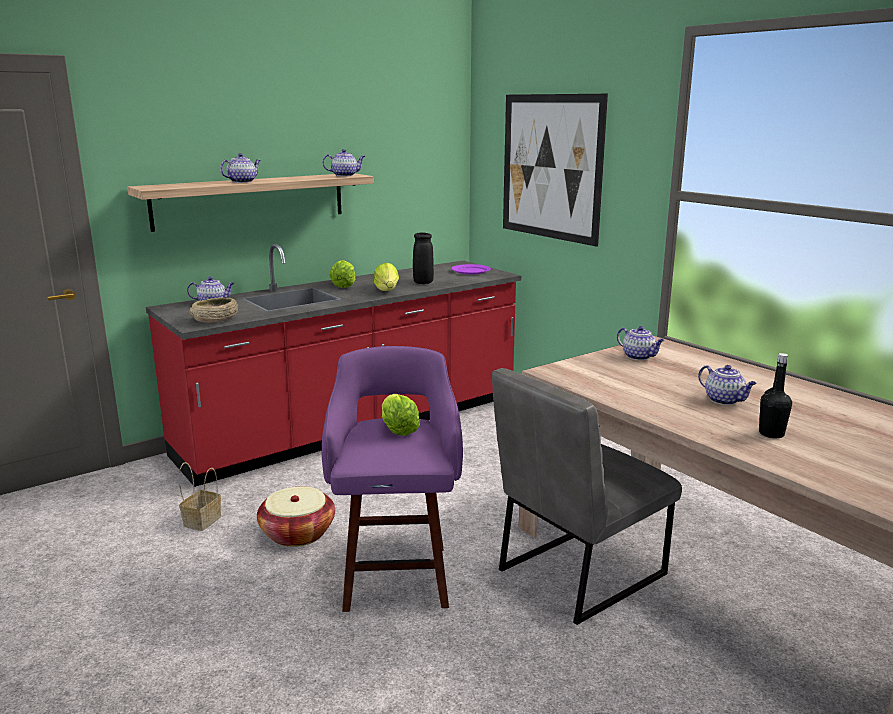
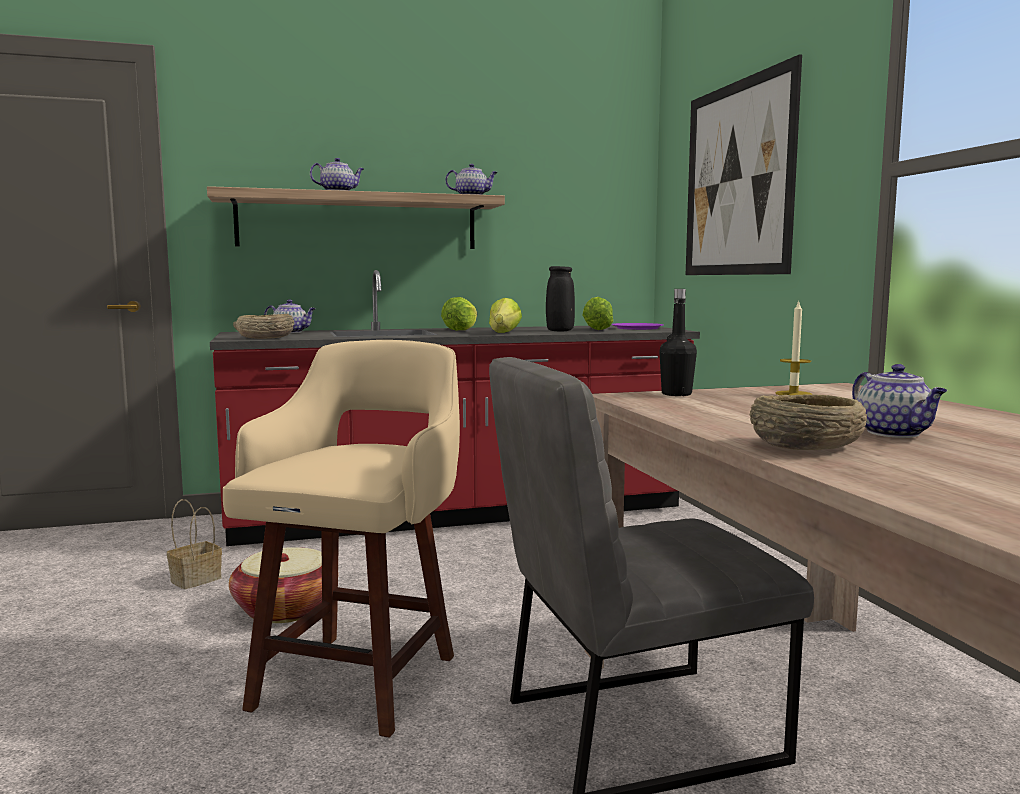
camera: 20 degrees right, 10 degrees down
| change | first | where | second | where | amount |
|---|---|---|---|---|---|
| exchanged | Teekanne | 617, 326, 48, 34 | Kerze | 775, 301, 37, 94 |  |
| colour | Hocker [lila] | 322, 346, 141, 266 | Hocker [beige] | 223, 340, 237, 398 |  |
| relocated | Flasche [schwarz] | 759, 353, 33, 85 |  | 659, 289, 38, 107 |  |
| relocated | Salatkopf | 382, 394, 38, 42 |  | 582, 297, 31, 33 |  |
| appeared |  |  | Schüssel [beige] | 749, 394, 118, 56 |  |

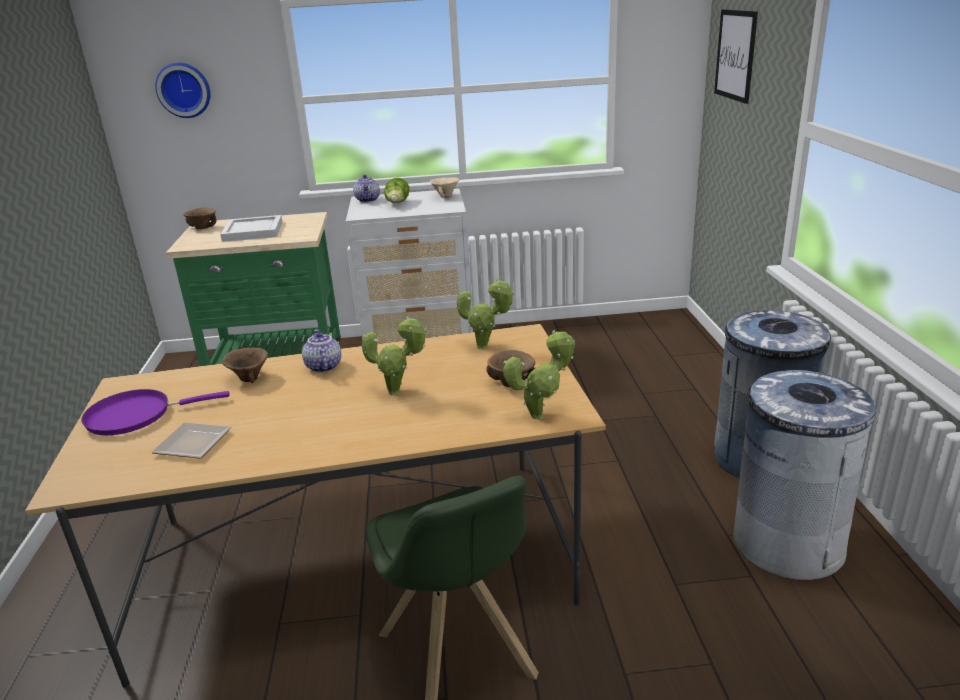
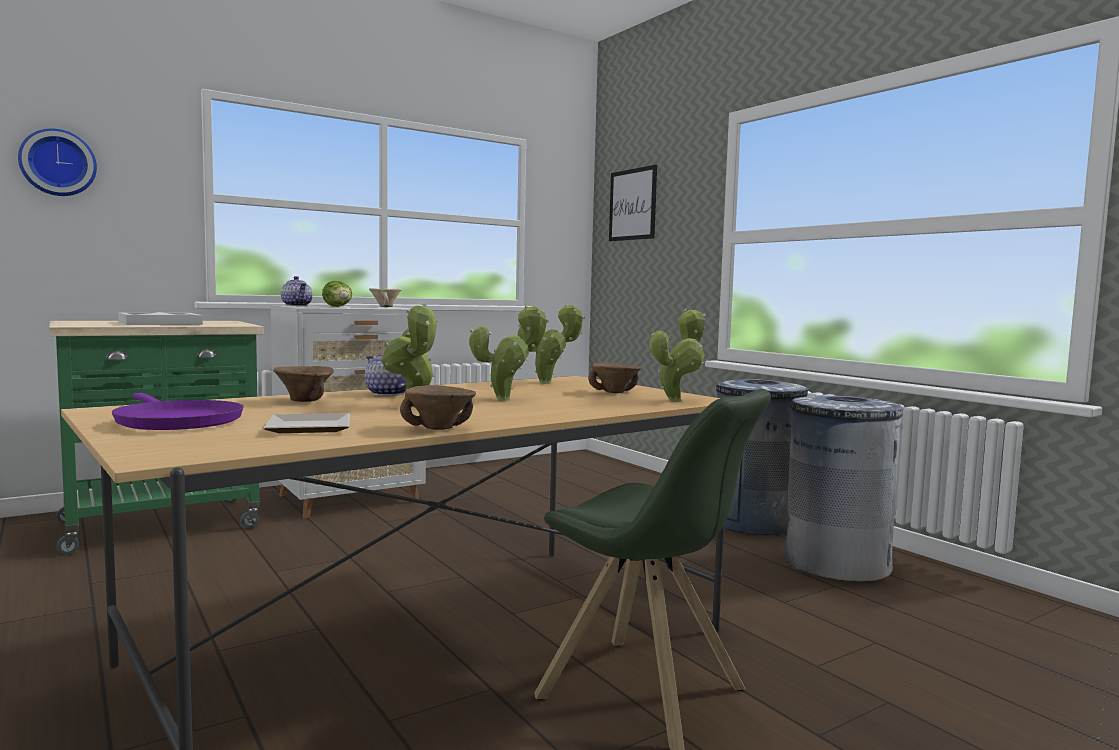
camera: 30 degrees left, 20 degrees down
| change | first | where | second | where | amount |
|---|---|---|---|---|---|
| relocated | Schüssel [braun] | 183, 208, 34, 21 |  | 400, 385, 76, 45 |  |
| spun | Pfanne [lila] | 81, 389, 148, 46 |  | 112, 393, 132, 37 | 90 degrees counterclockwise |
| appeared |  |  | Topfpflanze | 382, 304, 55, 103 |  |

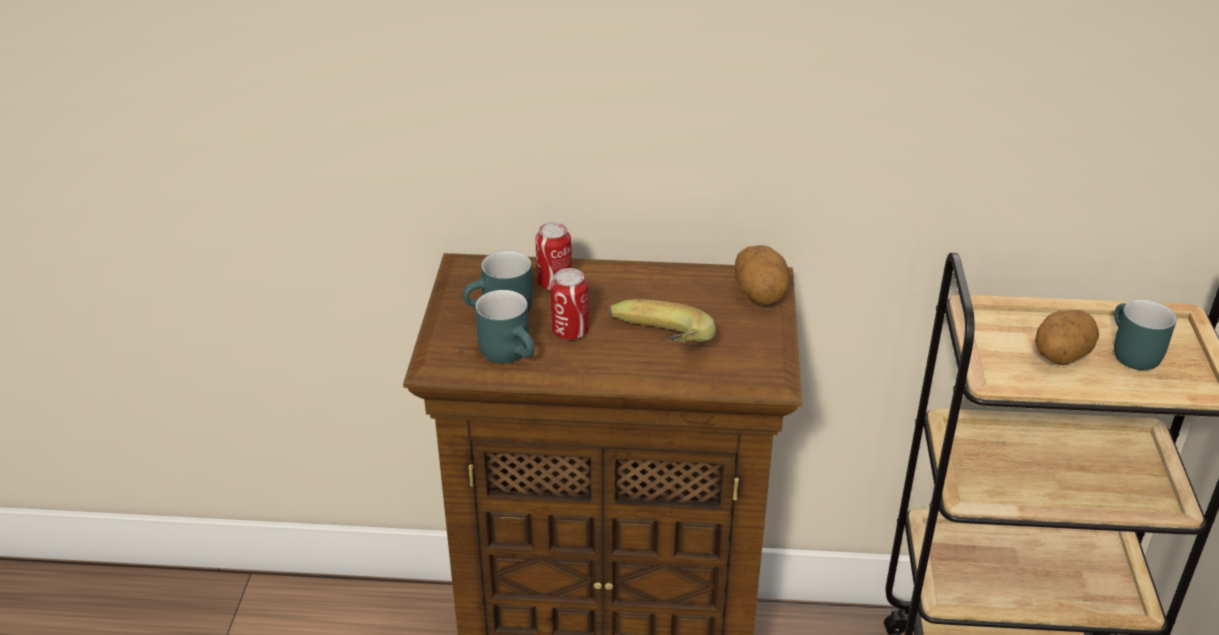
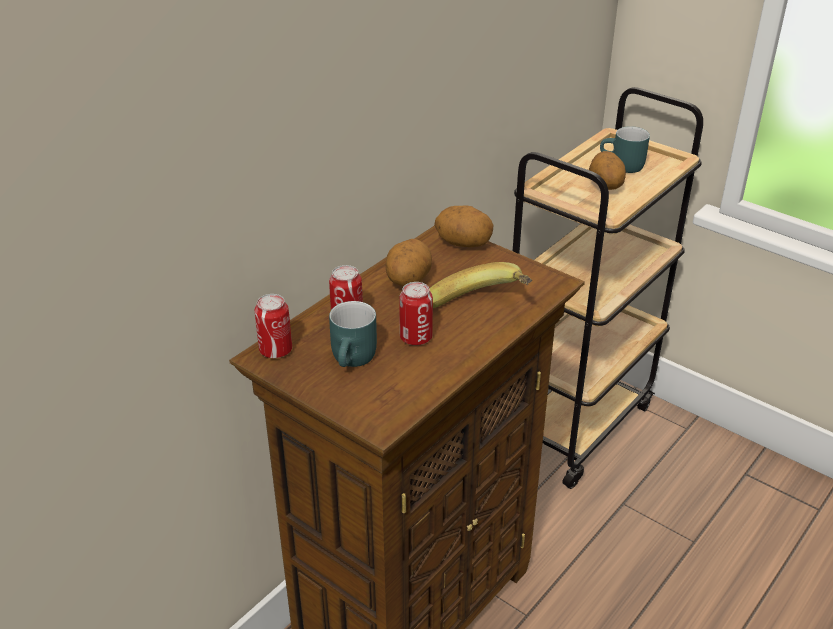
camera: 55 degrees left, 0 degrees up
| change | first | where | second | where | amount |
|---|---|---|---|---|---|
| missing | Henkelbecher [türkis] | 475, 290, 59, 73 |  |  |  |
| appeared |  |  | Kartoffel | 386, 239, 46, 47 |  |
| appeared |  |  | Dose | 255, 294, 37, 64 |  |

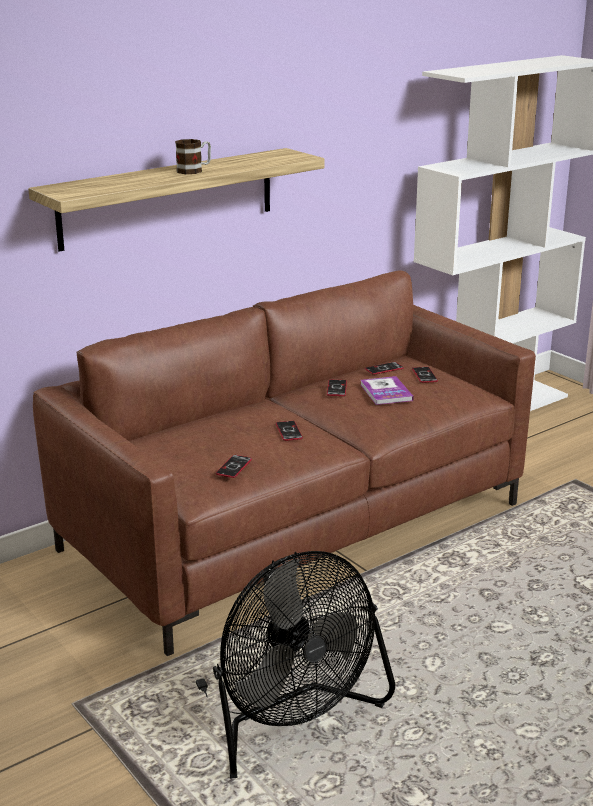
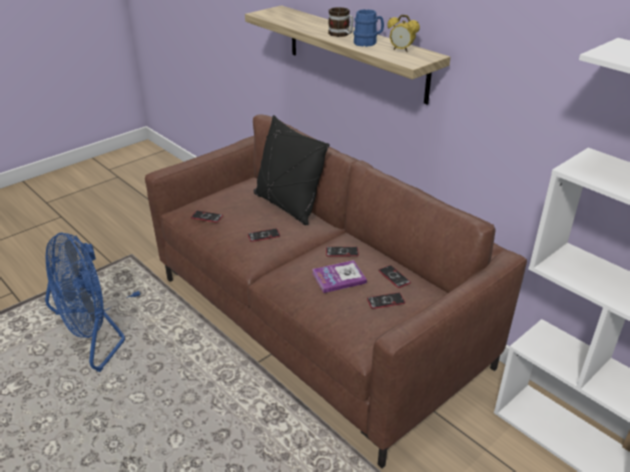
camera: 85 degrees right, 10 degrees up
| change | first | where | second | where | amount |
|---|---|---|---|---|---|
| colour | Ventilator [schwarz] | 196, 551, 199, 227 | Ventilator [blau] | 45, 233, 97, 139 |  |
| appeared |  |  | Henkelbecher [blau] | 353, 9, 31, 38 |  |
| appeared |  |  | Wecker | 387, 15, 33, 37 |  |
| appeared |  |  | Kissen [schwarz] | 253, 115, 77, 111 |  |

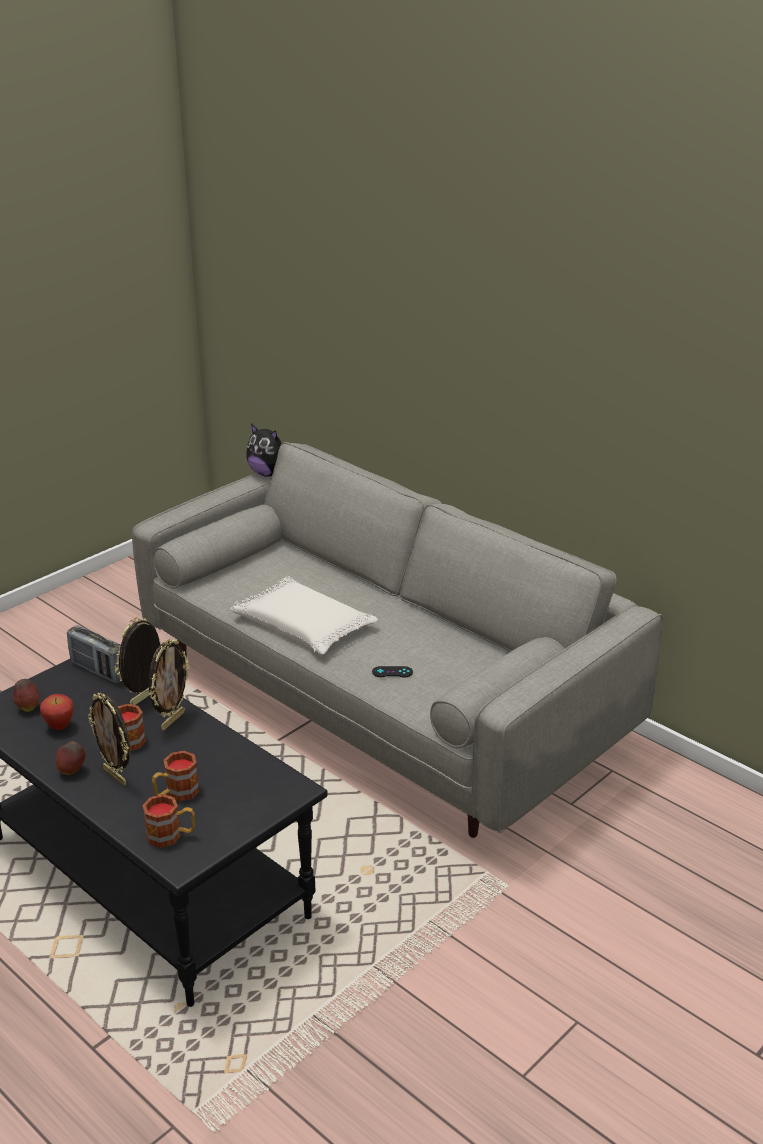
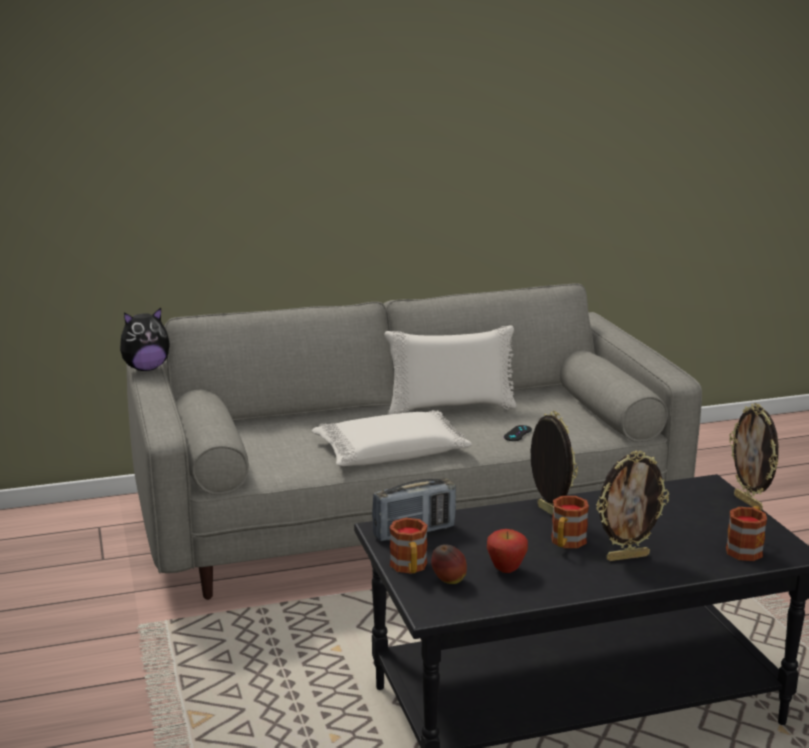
camera: 60 degrees left, 10 degrees down
| change | first | where | second | where | amount |
|---|---|---|---|---|---|
| relocated | Bilderrahmen | 115, 617, 46, 88 |  | 729, 403, 50, 108 |  |
| missing | Apfel | 55, 741, 31, 34 |  |  |  |
| relocated | Henkelbecher | 152, 751, 47, 50 |  | 390, 518, 38, 56 |  |
| appeared |  |  | Kissen [weiß] | 384, 325, 133, 90 |  |

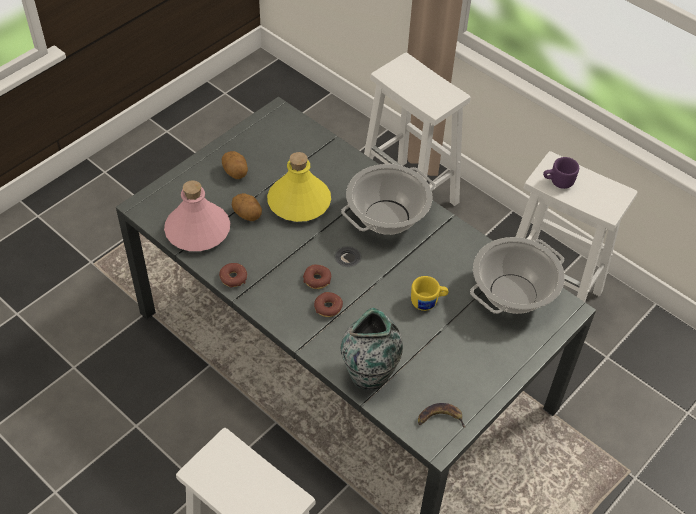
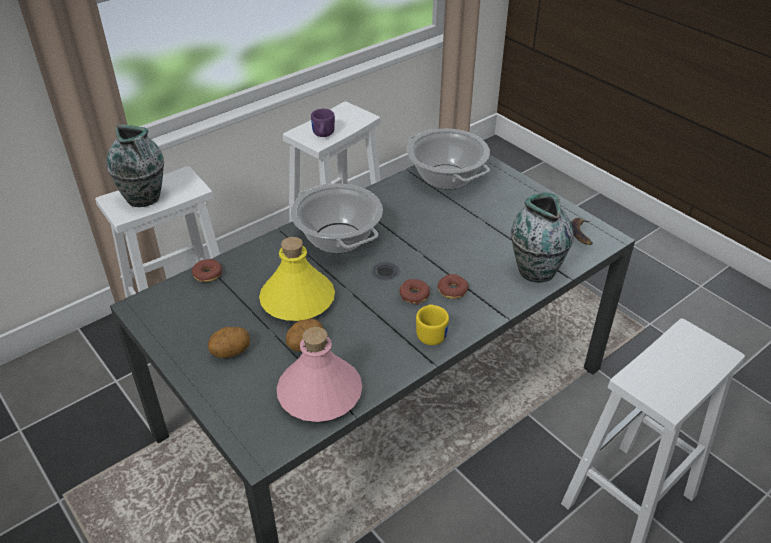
camera: 80 degrees left, 10 degrees down
| change | first | where | second | where | amount |
|---|---|---|---|---|---|
| relocated | Donut | 219, 263, 28, 25 |  | 192, 259, 30, 23 |  |
| relocated | Henkelbecher [gelb] | 411, 276, 38, 35 |  | 416, 304, 33, 41 |  |
| appeared |  |  | Vase | 107, 124, 57, 83 |  |

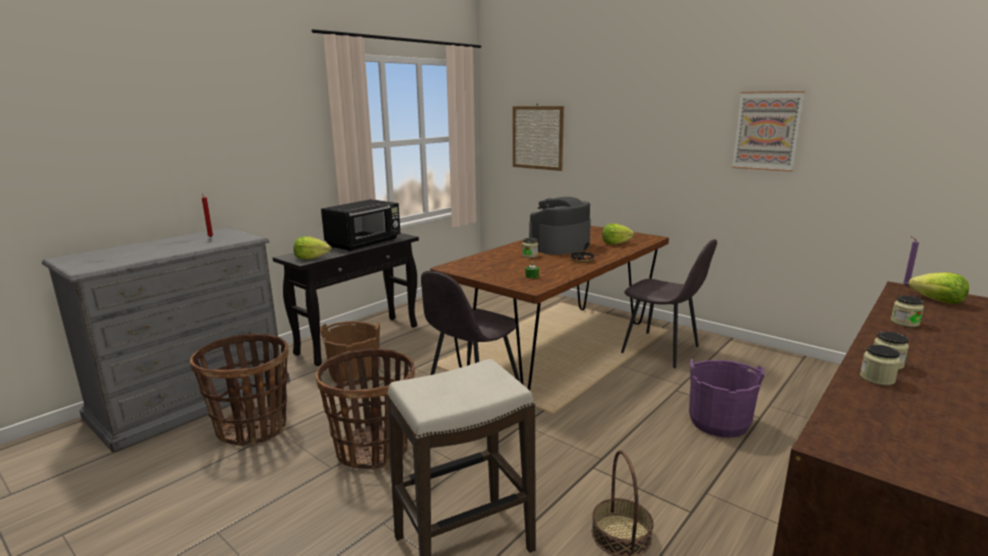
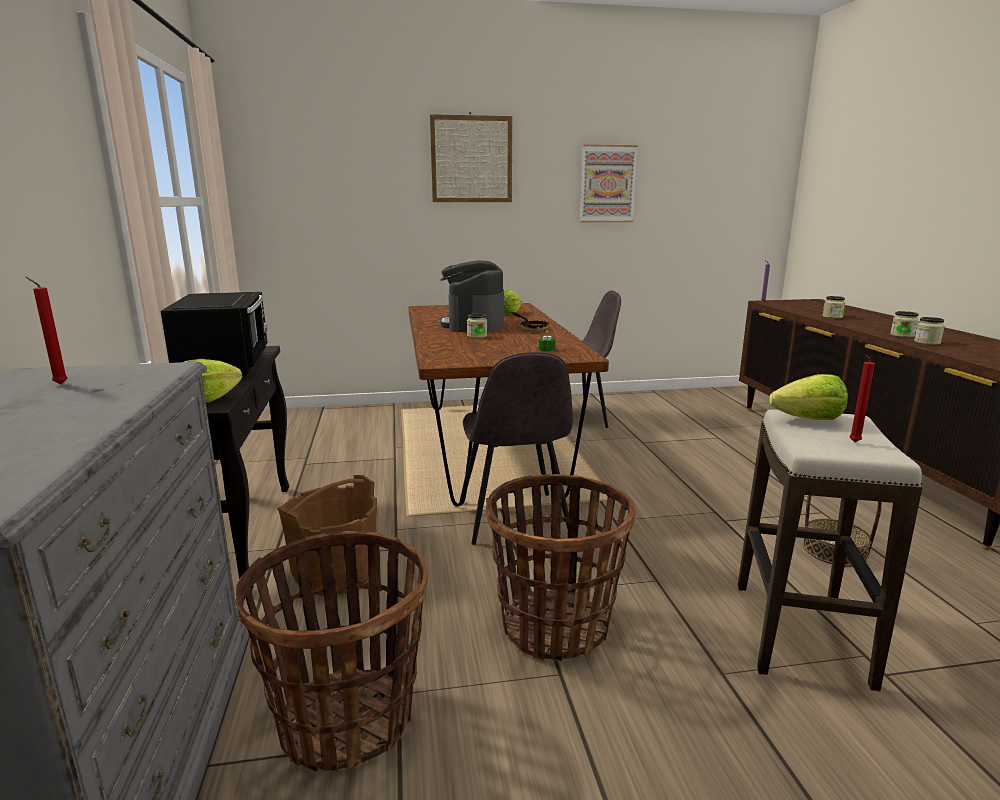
camera: 50 degrees left, 0 degrees up
| change | first | where | second | where | amount |
|---|---|---|---|---|---|
| relocated | Bild | 513, 104, 51, 67 |  | 430, 112, 82, 90 |  |
| relocated | Salatkopf | 908, 272, 61, 32 |  | 769, 374, 79, 46 |  |
| missing | Eimer [lila] | 689, 359, 76, 79 |  |  |  |
| appeared |  |  | Kerze [rot] | 849, 354, 26, 88 |  |

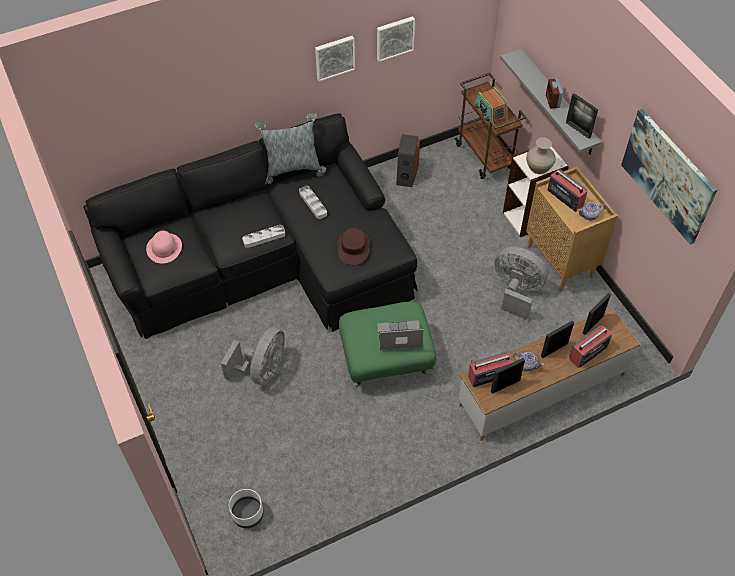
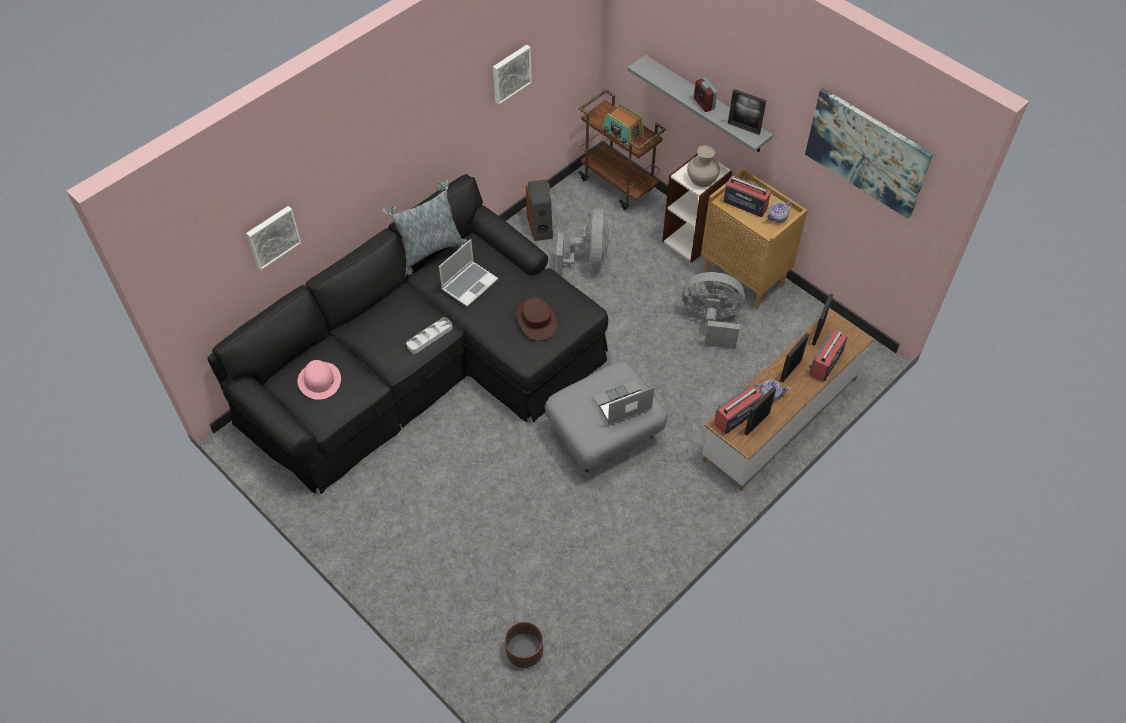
camera: 20 degrees left, 0 degrees up
| change | first | where | second | where | amount |
|---|---|---|---|---|---|
| relocated | Bild | 315, 36, 40, 46 |  | 246, 206, 55, 64 |  |
| exchanged | Tablett [grau] | 299, 186, 28, 33 | Laptop | 439, 239, 59, 68 |  |
| colour | Polsterhocker [grün] | 339, 301, 97, 86 | Polsterhocker [grau] | 545, 362, 123, 113 |  |
| relocated | Ventilator [grau] | 221, 328, 64, 57 |  | 556, 208, 54, 68 |  |
| colour | Pflanzkübel [weiß] | 229, 489, 35, 39 | Pflanzkübel [braun] | 505, 622, 38, 46 |  |

